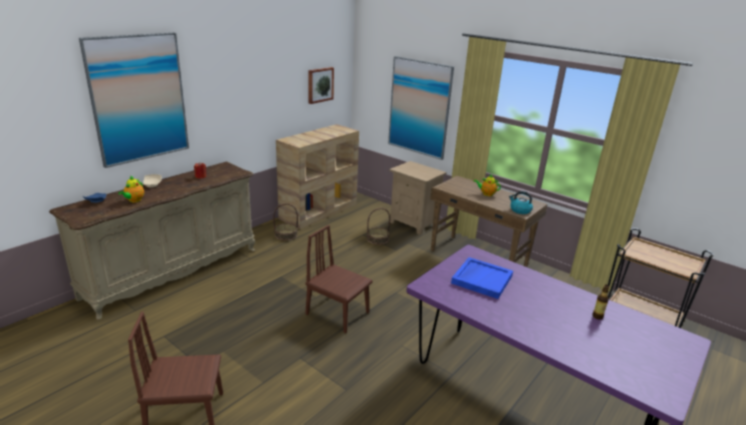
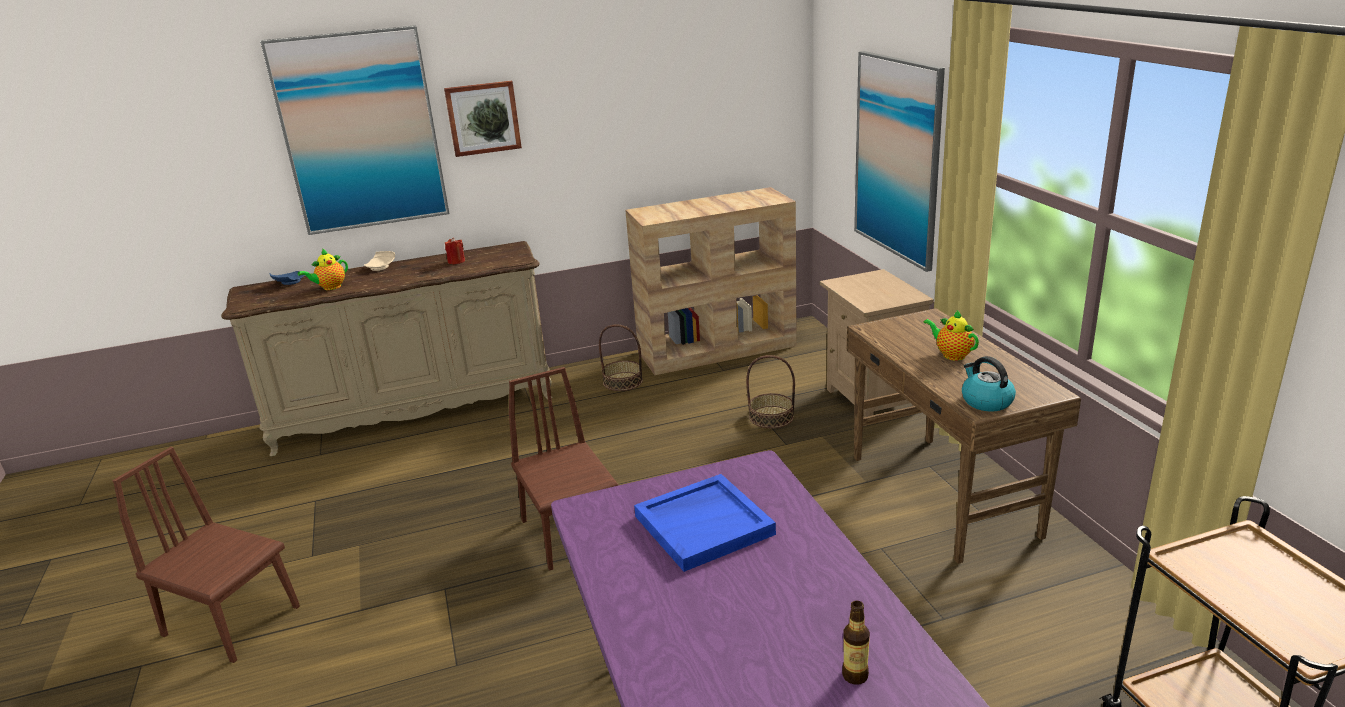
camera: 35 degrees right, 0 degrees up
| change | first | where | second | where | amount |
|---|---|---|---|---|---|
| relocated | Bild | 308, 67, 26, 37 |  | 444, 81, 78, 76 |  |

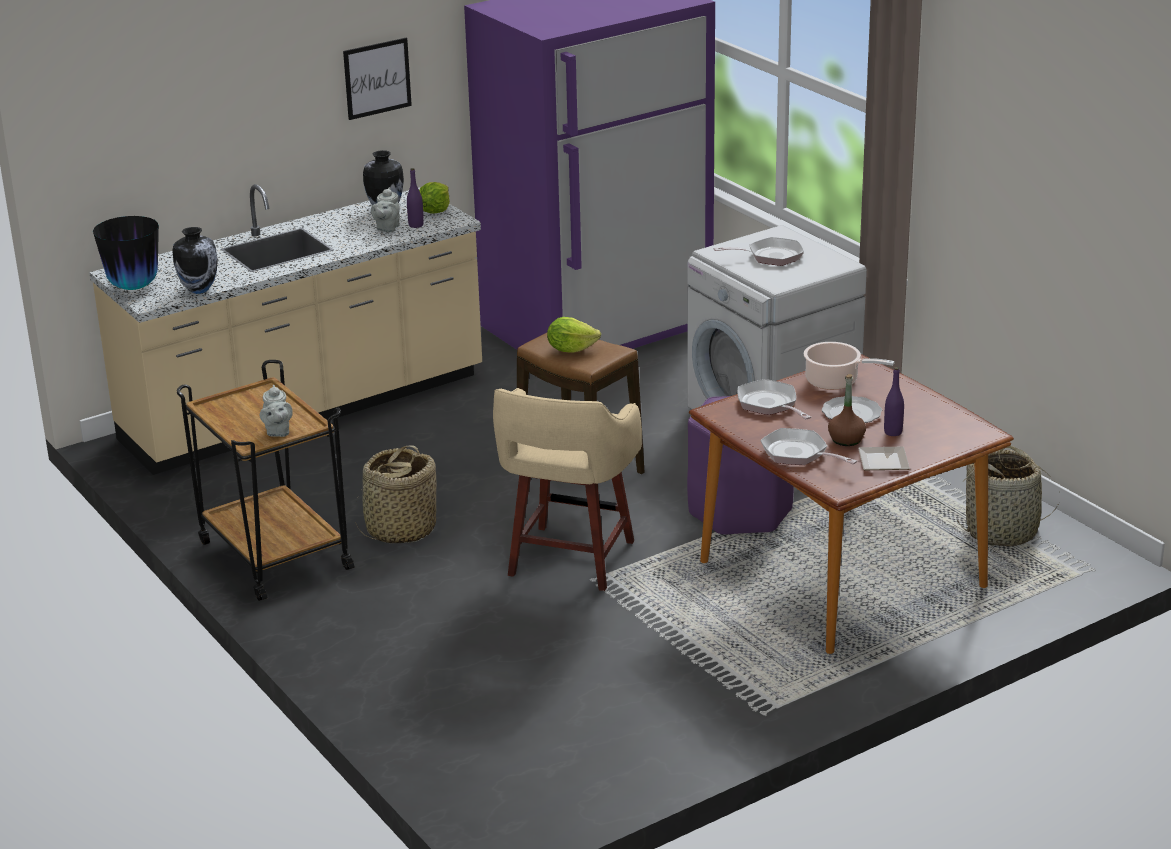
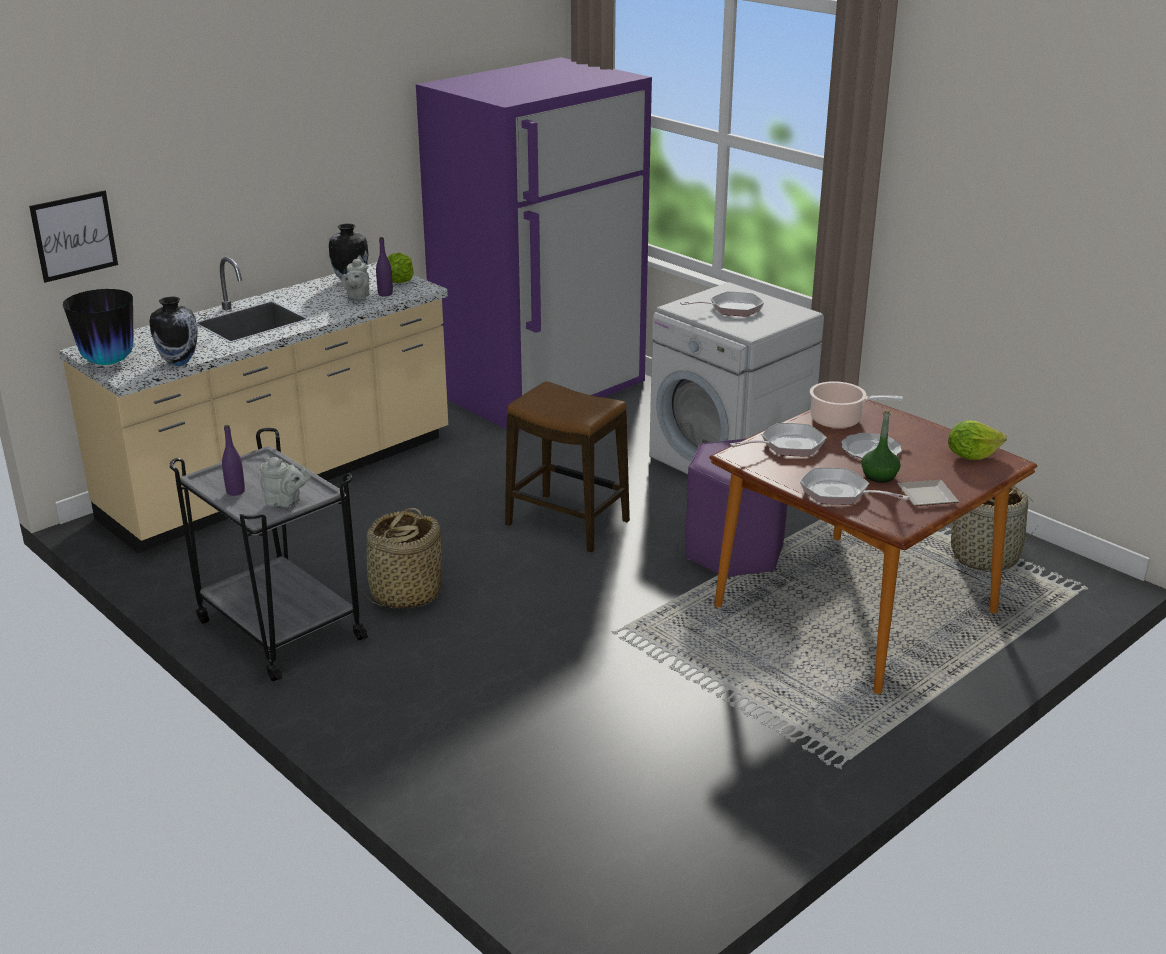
camera: 10 degrees left, 0 degrees up
| change | first | where | second | where | amount |
|---|---|---|---|---|---|
| relocated | Bild | 343, 38, 69, 82 |  | 29, 190, 89, 93 |  |
| relocated | Salatkopf | 547, 317, 54, 36 |  | 948, 420, 59, 40 |  |
| colour | Rollwagen [braun] | 177, 360, 178, 241 | Rollwagen [grau] | 170, 428, 198, 253 |  |
| relocated | Flasche [lila] | 884, 367, 20, 69 |  | 222, 425, 23, 71 |  |
| colour | Flasche [braun] | 828, 374, 38, 72 | Flasche [grün] | 861, 409, 40, 74 |  |
| spun | Pfanne | 737, 379, 74, 40 |  | 730, 423, 97, 33 | 105 degrees clockwise |
| spun | Teekanne [grau] | 260, 385, 33, 52 |  | 260, 457, 51, 50 | 60 degrees counterclockwise |
| missing | Hocker [beige] | 493, 388, 149, 203 |  |  |  |

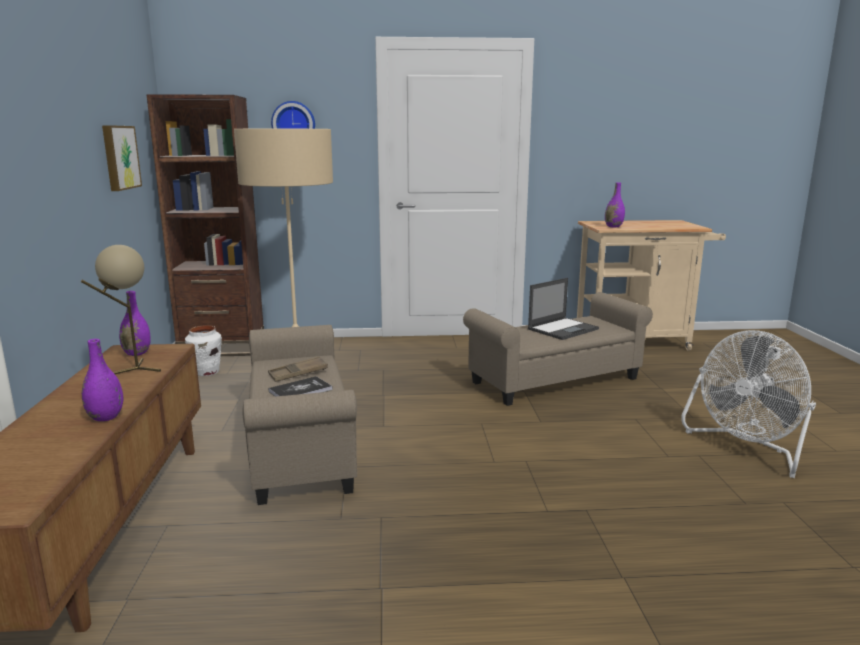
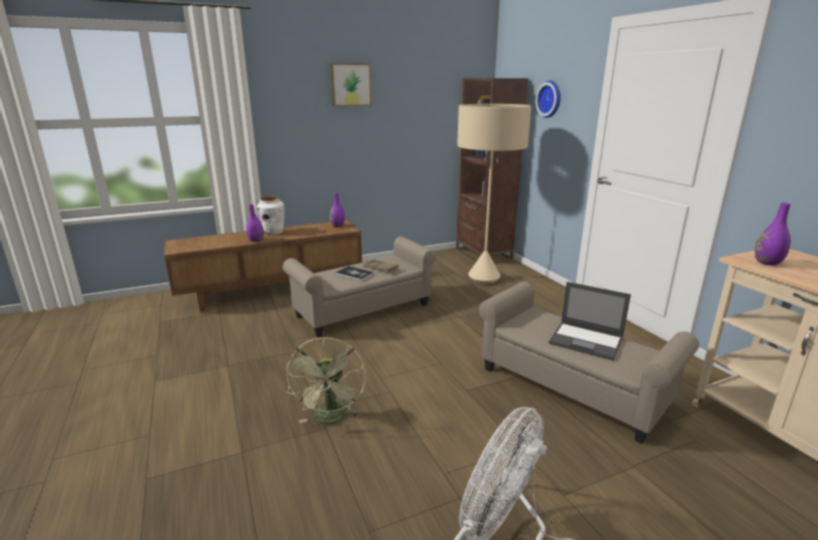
camera: 70 degrees right, 5 degrees up
| change | first | where | second | where | amount |
|---|---|---|---|---|---|
| relocated | Bild | 102, 125, 40, 66 |  | 330, 63, 42, 43 |  |
| missing | Tischlampe [beige] | 81, 245, 80, 129 |  |  |  |
| relocated | Vase [weiß] | 185, 325, 37, 51 |  | 257, 196, 27, 39 |  |
| appeared |  |  | Ventilator [grün] | 285, 337, 81, 87 |  |

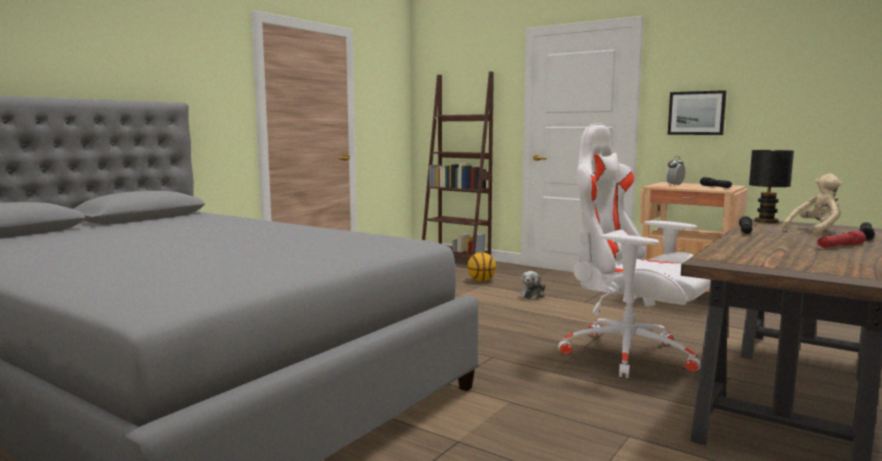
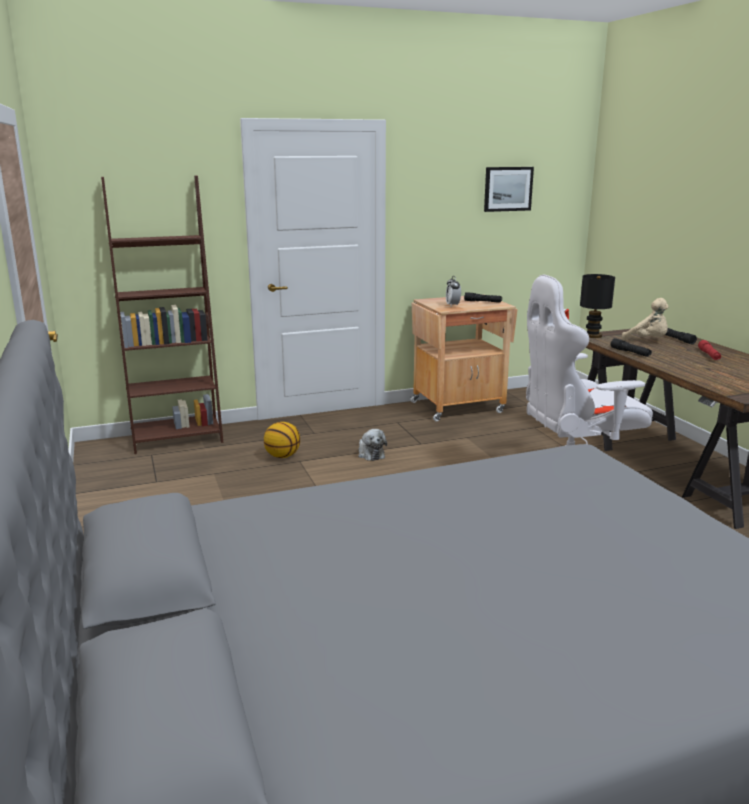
camera: 55 degrees left, 10 degrees up
| change | first | where | second | where | amount |
|---|---|---|---|---|---|
| relocated | Bild | 668, 90, 58, 45 |  | 484, 167, 50, 45 |  |
| spun | Plüschtier [beige] | 782, 174, 60, 62 |  | 622, 298, 47, 42 | 120 degrees clockwise |

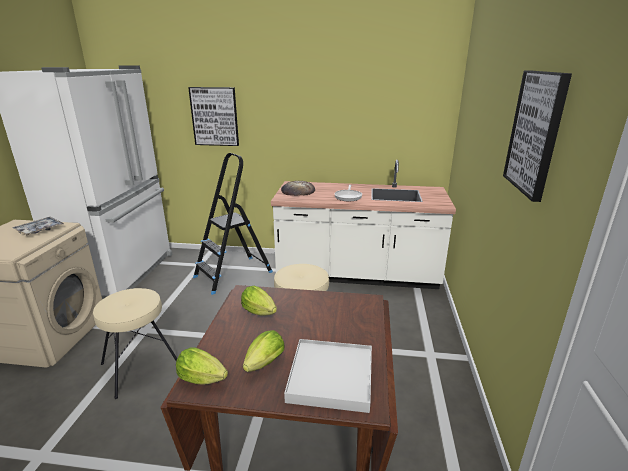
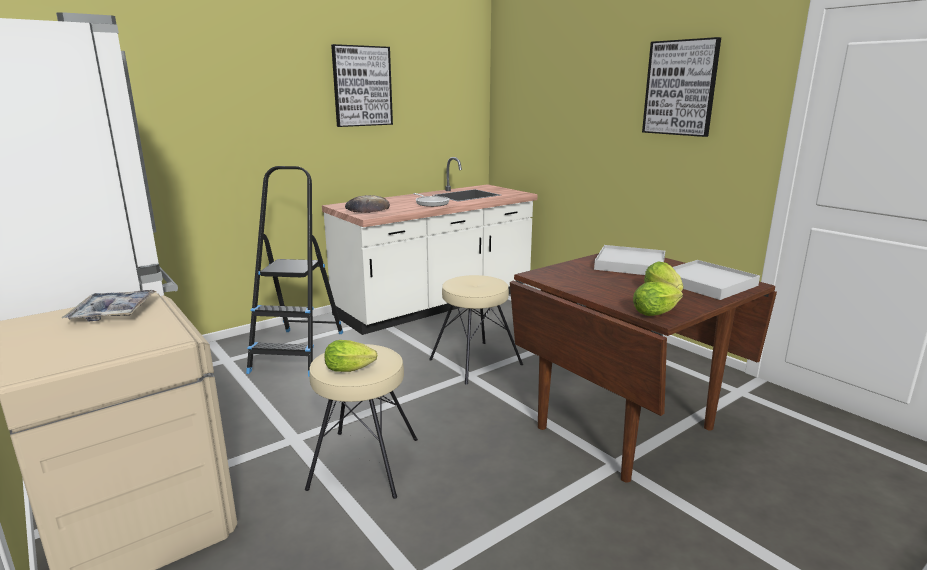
camera: 45 degrees left, 5 degrees down
| change | first | where | second | where | amount |
|---|---|---|---|---|---|
| relocated | Bild | 188, 87, 51, 59 |  | 331, 44, 62, 83 |  |
| relocated | Salatkopf | 241, 286, 36, 29 |  | 325, 340, 53, 32 |  |
| appeared |  |  | Tablett [weiß] | 594, 245, 71, 30 |  |

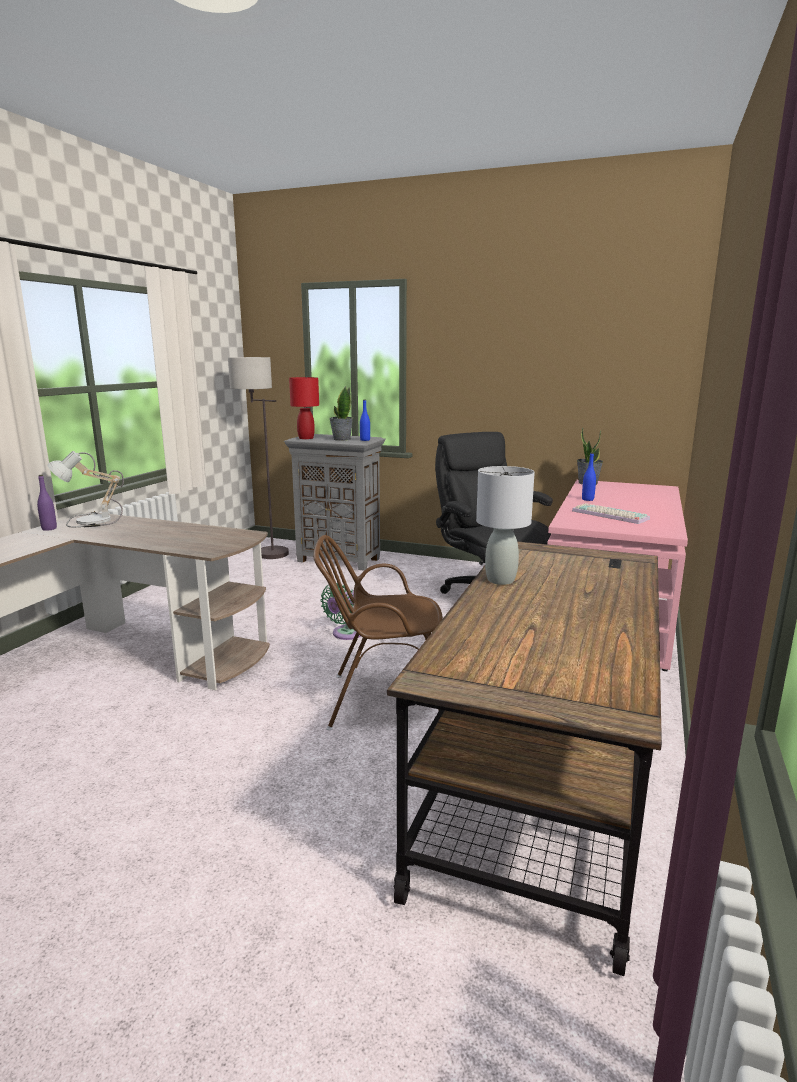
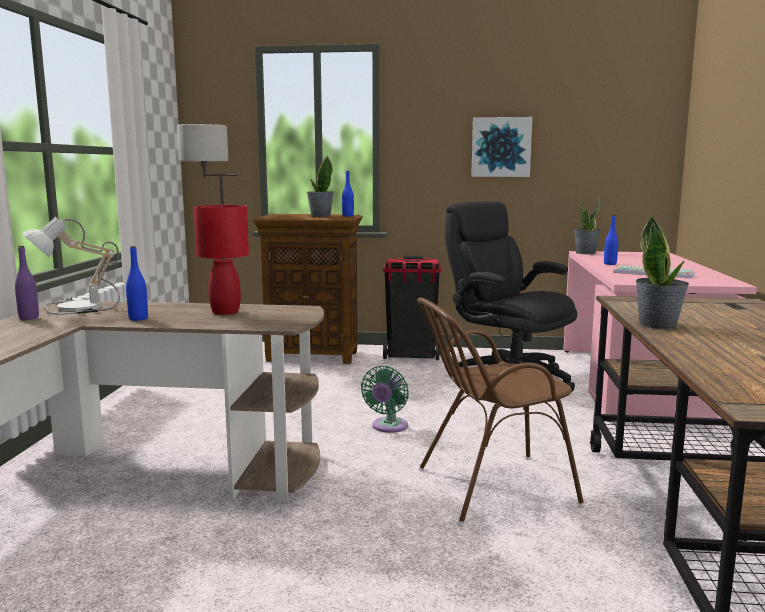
camera: 15 degrees left, 5 degrees down
| change | first | where | second | where | amount |
|---|---|---|---|---|---|
| relocated | Tischlampe [rot] | 289, 377, 30, 62 |  | 194, 205, 55, 110 |  |
| colour | Schrank [grau] | 284, 434, 102, 137 | Schrank [braun] | 252, 214, 111, 150 |  |
| exchanged | Tischlampe [grau] | 476, 466, 59, 119 | Topfpflanze | 636, 216, 53, 113 |  |
| appeared |  |  | Bild | 471, 117, 62, 60 |  |
| appeared |  |  | Flasche [blau] | 126, 246, 22, 75 |  |
| appeared |  |  | Mülleimer [schwarz] | 383, 256, 58, 104 |  |

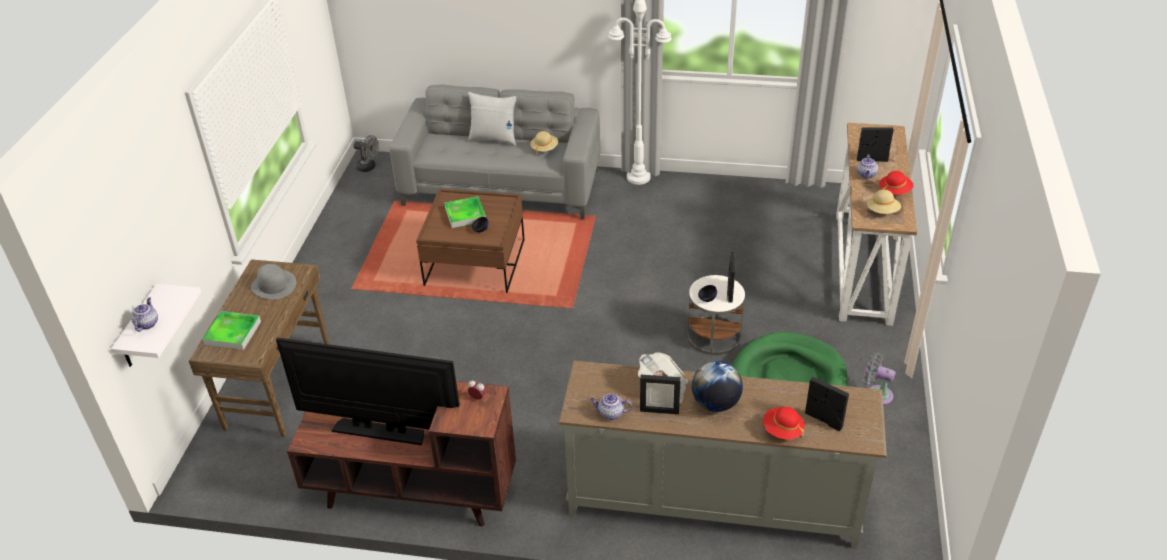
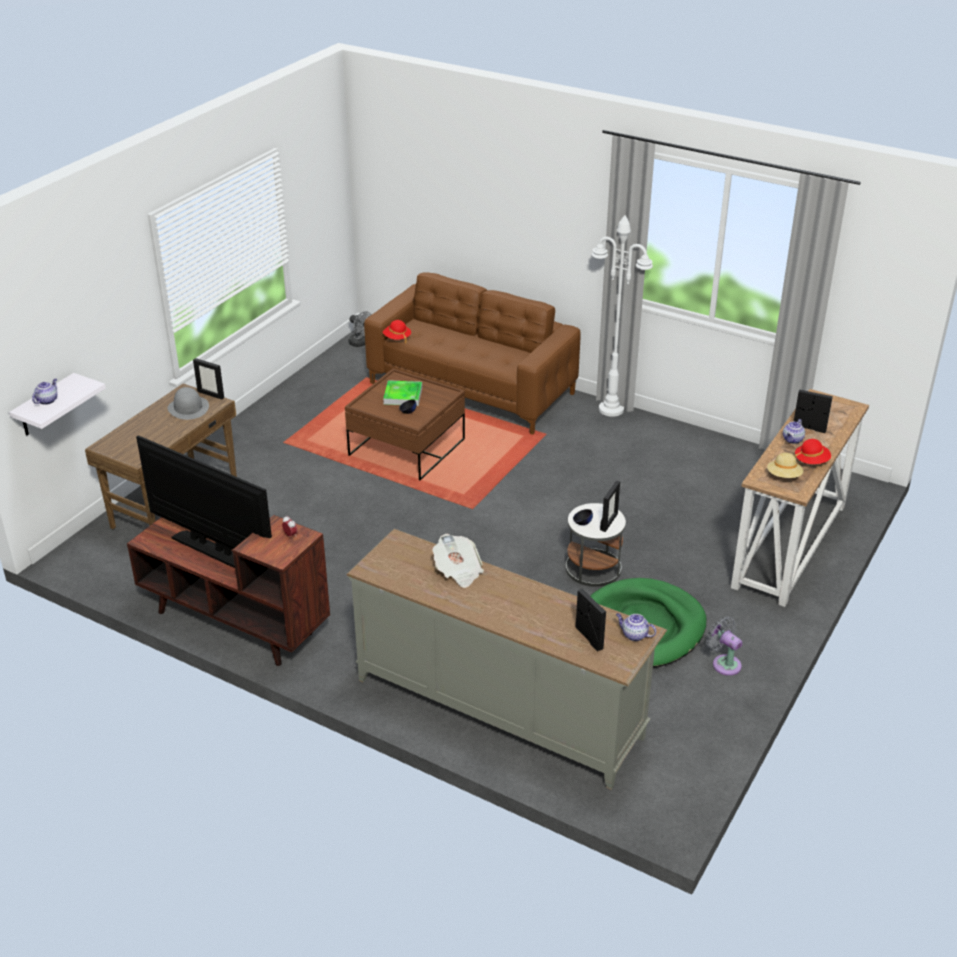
camera: 20 degrees right, 5 degrees down
| change | first | where | second | where | amount |
|---|---|---|---|---|---|
| colour | Sofa [grau] | 389, 84, 211, 136 | Sofa [braun] | 364, 272, 217, 163 |  |
| missing | Kissen [grau] | 468, 92, 48, 54 |  |  |  |
| missing | Hut [beige] | 530, 131, 28, 24 |  |  |  |
| missing | Tablett | 203, 311, 58, 39 |  |  |  |
| missing | Globus | 692, 361, 51, 51 |  |  |  |
| relocated | Bilderrahmen | 640, 375, 41, 39 |  | 193, 358, 31, 41 |  |
| relocated | Teekanne | 590, 393, 42, 27 |  | 616, 613, 40, 28 |  |
| relocated | Hut [rot] | 763, 407, 41, 33 |  | 383, 320, 28, 23 |  |

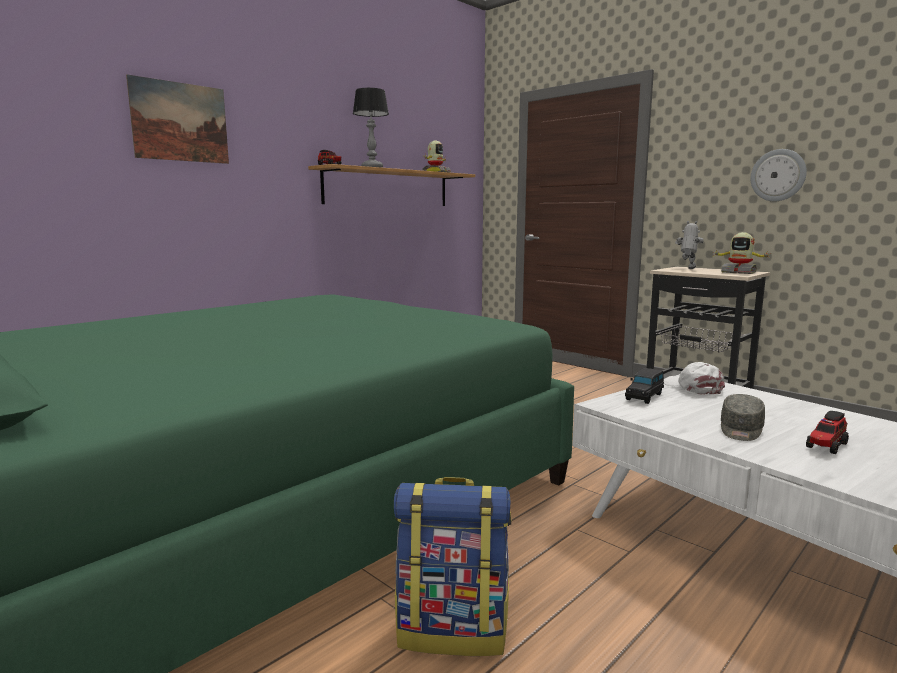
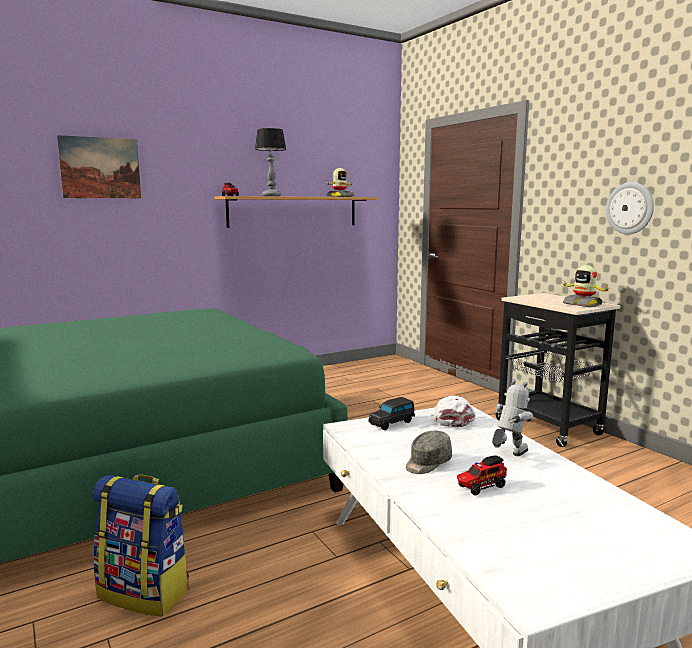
camera: 15 degrees right, 0 degrees up
| change | first | where | second | where | amount |
|---|---|---|---|---|---|
| relocated | Spielzeugroboter | 675, 221, 29, 48 |  | 492, 379, 41, 77 |  |

